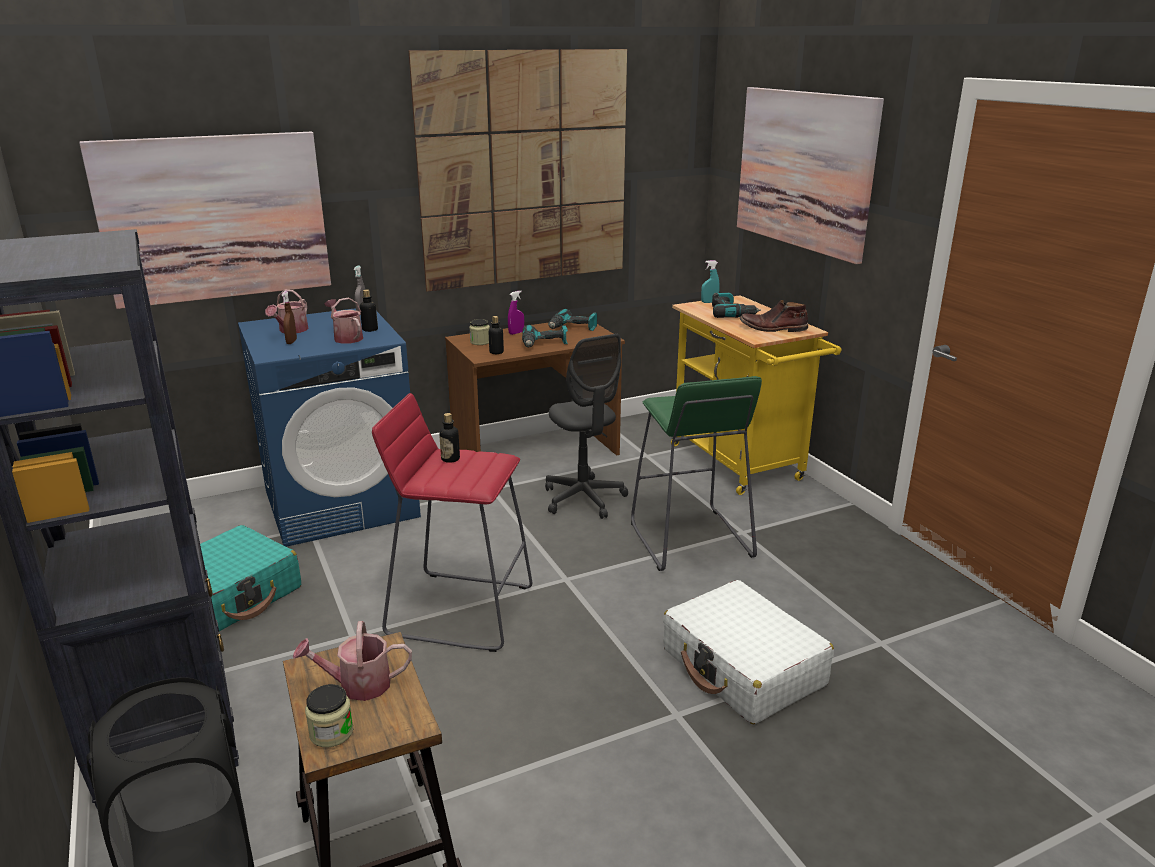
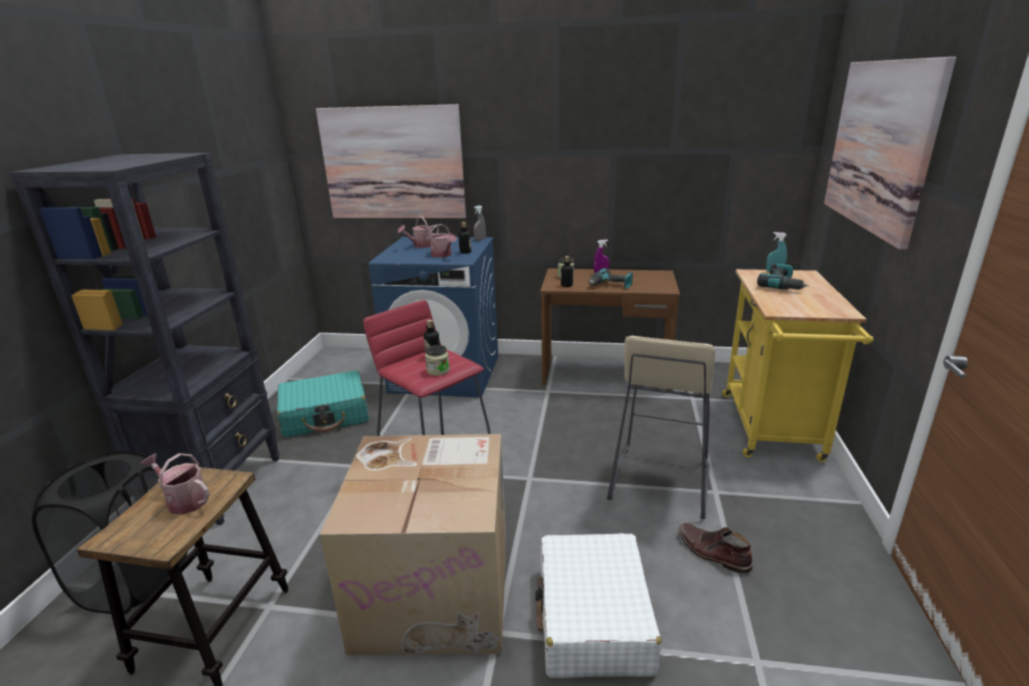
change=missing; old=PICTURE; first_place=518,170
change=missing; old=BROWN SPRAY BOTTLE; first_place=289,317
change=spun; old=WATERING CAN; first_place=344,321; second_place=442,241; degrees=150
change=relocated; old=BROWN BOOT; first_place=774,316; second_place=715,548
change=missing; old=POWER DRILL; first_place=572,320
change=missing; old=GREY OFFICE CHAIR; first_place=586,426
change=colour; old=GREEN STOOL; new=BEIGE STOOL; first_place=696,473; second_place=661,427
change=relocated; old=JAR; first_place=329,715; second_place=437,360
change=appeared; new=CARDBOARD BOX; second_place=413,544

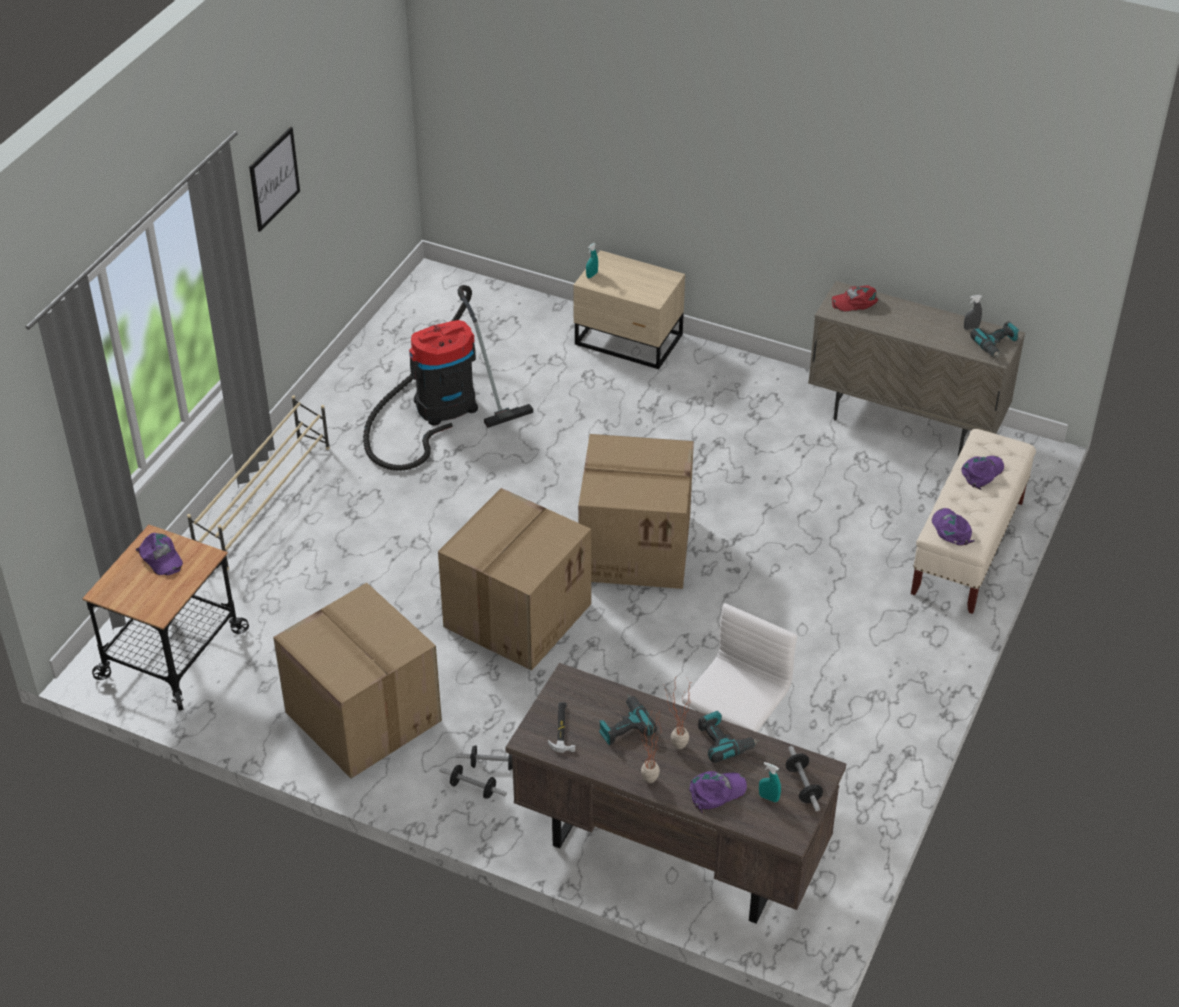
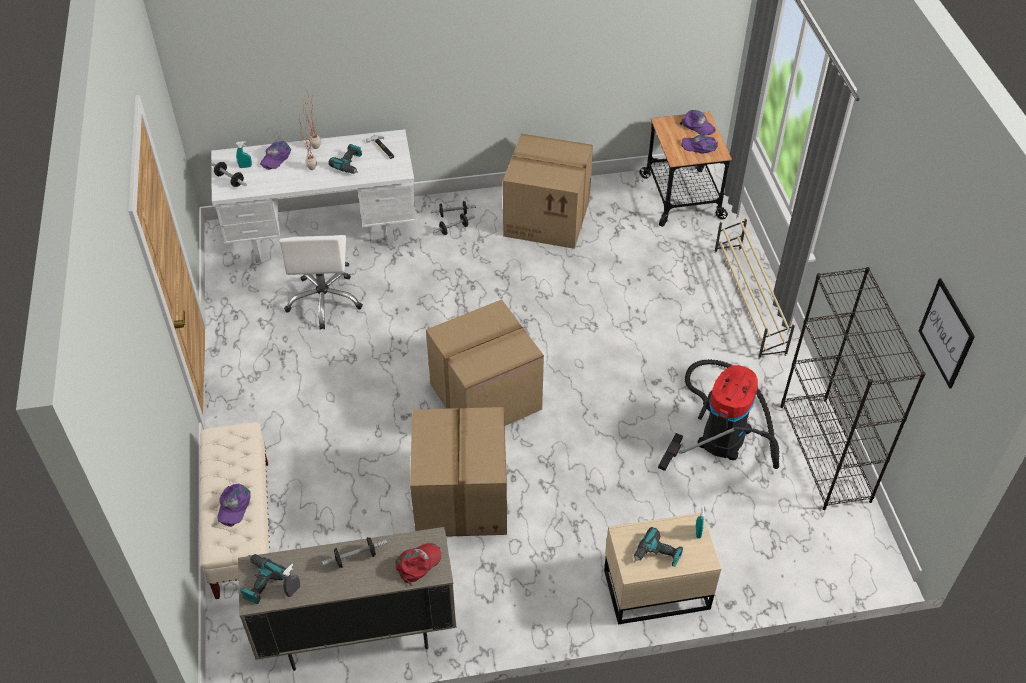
change=relocated; old=PICTURE; first_place=274,179; second_place=946,333
change=relocated; old=CARDBOARD BOX; first_place=514,579; second_place=458,472
change=relocated; old=PURPLE CAP; first_place=953,527; second_place=697,123
change=colour; old=BROWN DESK; new=WHITE DESK; first_place=675,793; second_place=313,196
change=relocated; old=POWER DRILL; first_place=728,737; second_place=658,547
change=appeared; new=BLACK BOOKCASE; second_place=853,388
change=appeared; new=DUMBBELL; second_place=354,552

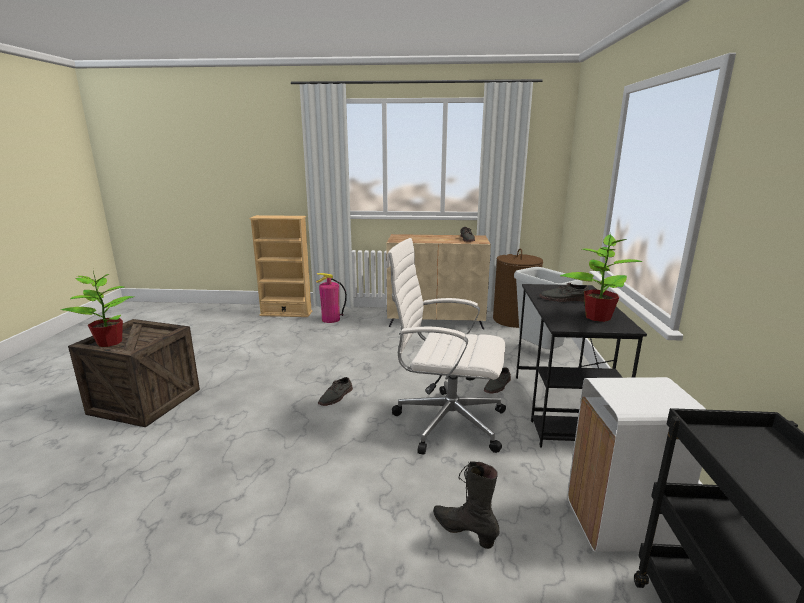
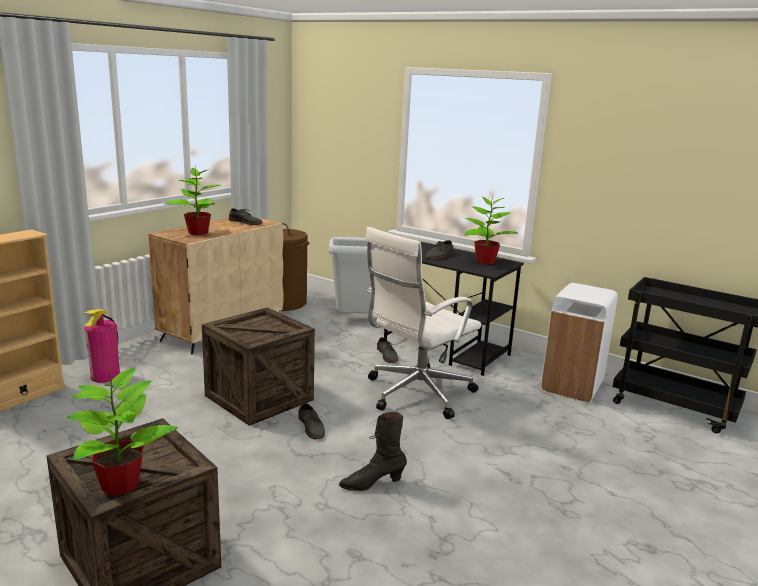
change=relocated; old=BLACK BOOT; first_place=466,505; second_place=373,451
change=appeared; new=POTTED PLANT; second_place=192,200
change=appeared; new=CRATE; second_place=258,367

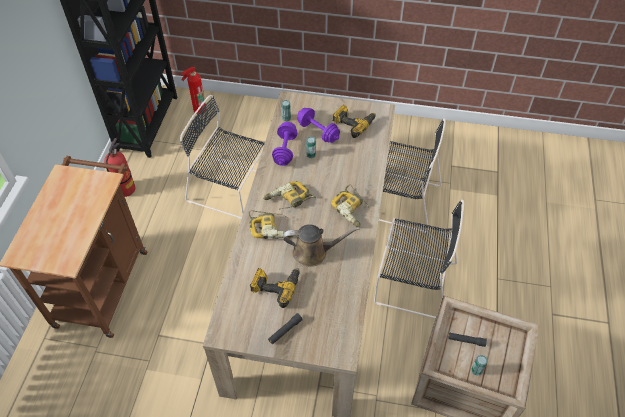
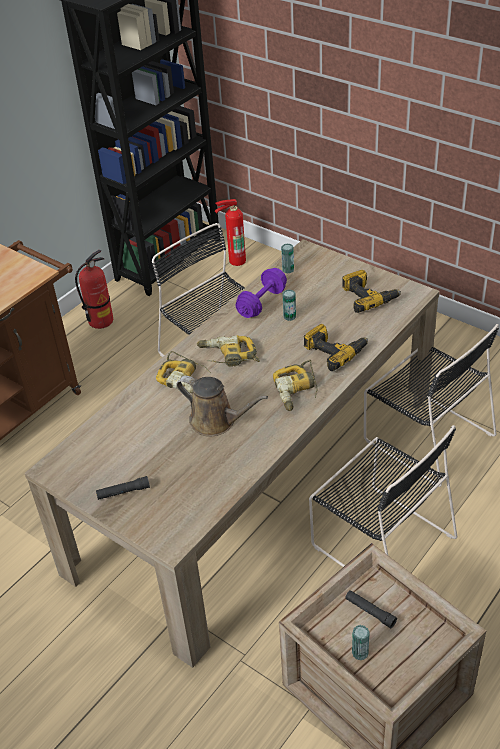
change=missing; old=PURPLE DUMBBELL; first_place=318,125
change=relocated; old=POWER DRILL; first_place=275,288; second_place=336,347

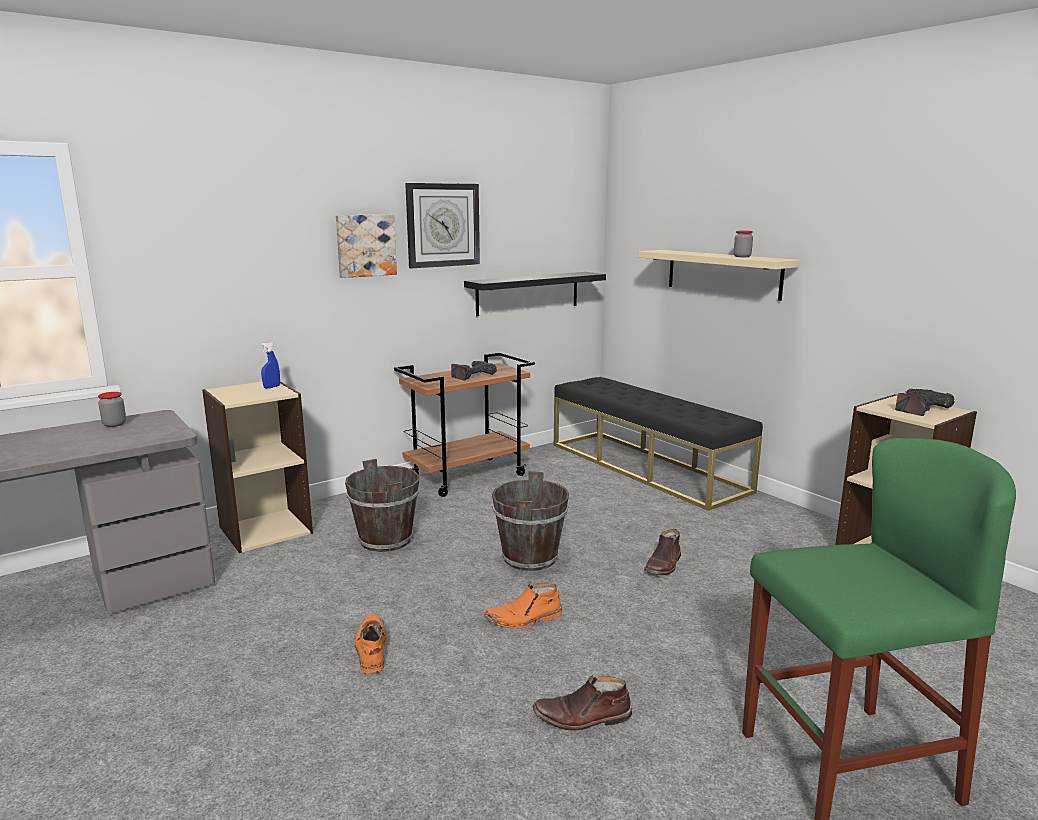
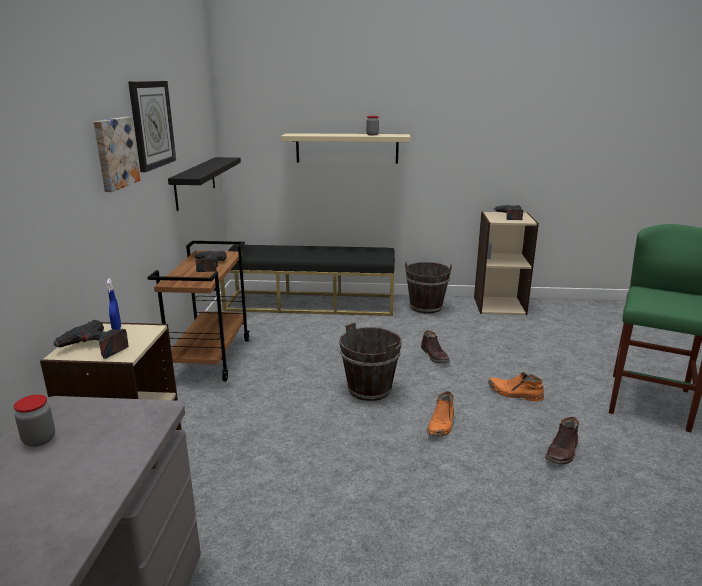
change=relocated; old=BROWN BUCKET; first_place=382,505; second_place=428,288
change=relocated; old=ORANGE BOOT; first_place=371,643; second_place=516,386
change=appeared; new=POWER DRILL; second_place=91,339

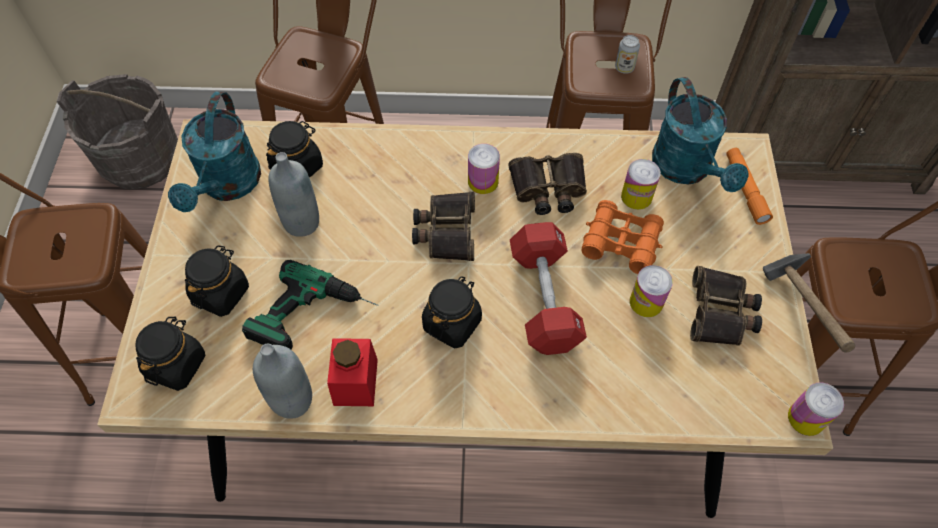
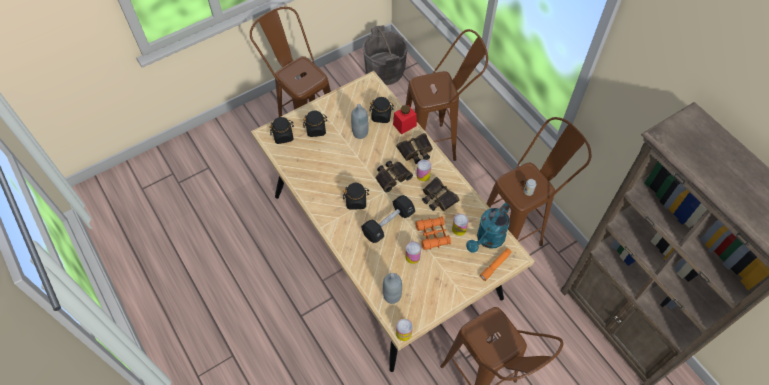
change=missing; old=TURQUOISE WATERING CAN; first_place=214,152
change=colour; old=RED DUMBBELL; new=BLACK DUMBBELL; first_place=548,288; second_place=388,219
change=missing; old=HAMMER; first_place=809,302
change=missing; old=POWER DRILL; first_place=310,304
change=relocated; old=BINOCULARS; first_place=726,306; second_place=414,148
change=relocated; old=RED JAR; first_place=352,372; second_place=405,120
change=relocated; old=GREY BOTTLE; first_place=282,381; second_place=392,288

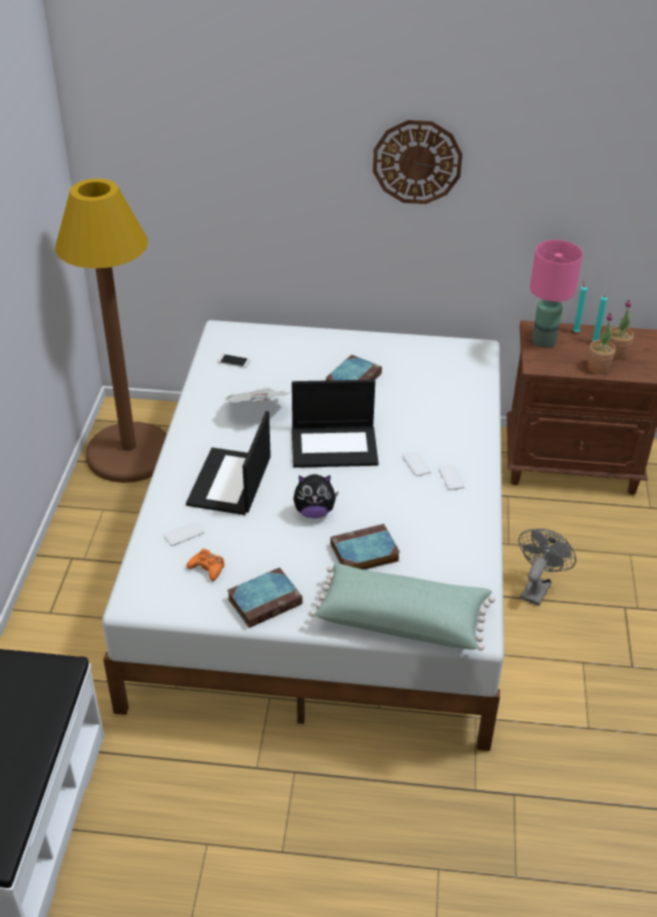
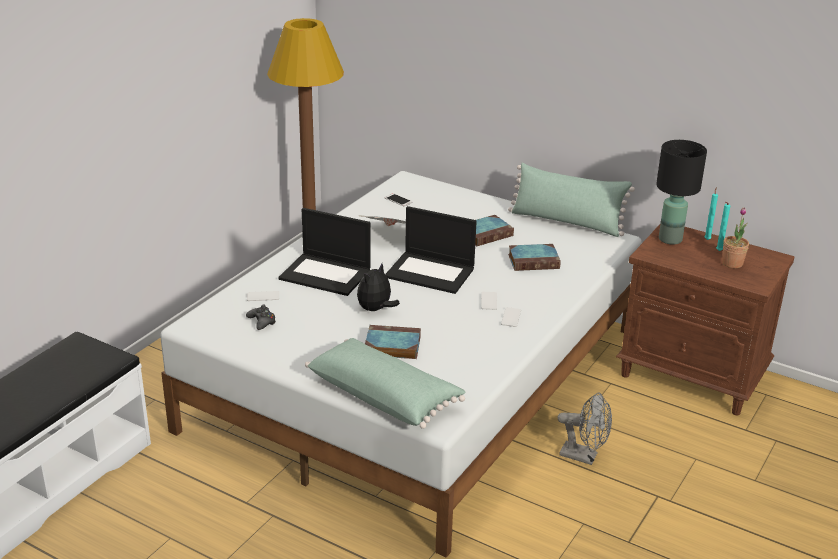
change=missing; old=WALL CLOCK; first_place=418,162
change=colour; old=PINK TABLE LAMP; new=BLACK TABLE LAMP; first_place=556,294; second_place=681,192
change=missing; old=POTTED PLANT; first_place=602,343
change=spun; old=LAPTOP; first_place=228,463; second_place=324,252; degrees=-105
change=spun; old=PLUSH TOY; first_place=316,496; second_place=378,287; degrees=105
change=spun; old=GREY FAN; first_place=547,567; second_place=585,428; degrees=60
change=colour; old=ORANGE GAME CONTROLLER; new=BLACK GAME CONTROLLER; first_place=205,565; second_place=261,317
change=relocated; old=BOOK; first_place=265,597; second_place=534,257
change=appeared; new=GREEN PILLOW; second_place=571,200

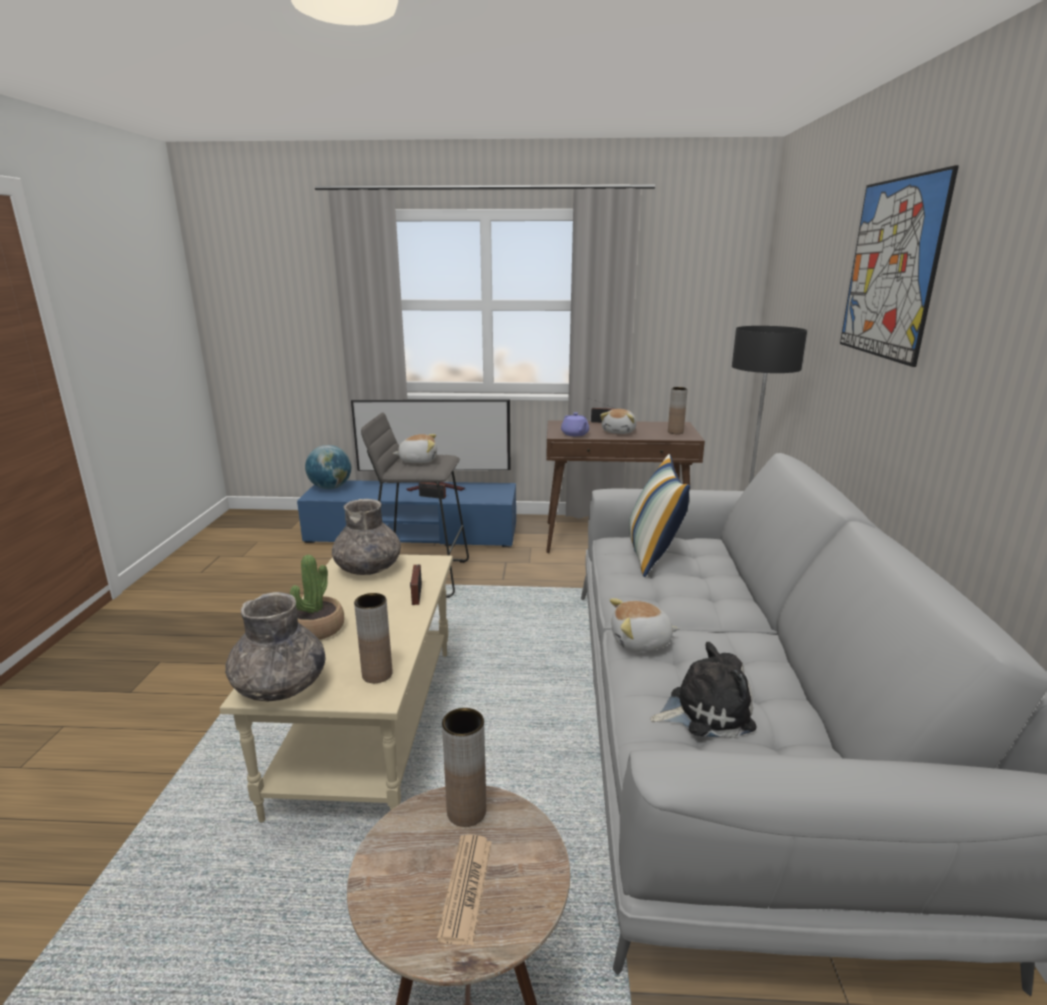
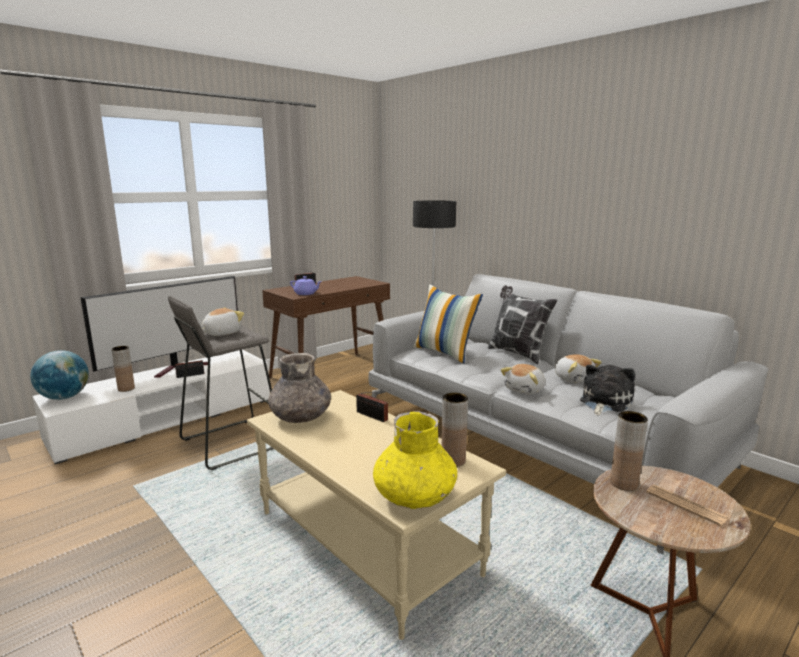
change=missing; old=PICTURE; first_place=899,266
change=relocated; old=BROWN VASE; first_place=678,410; second_place=123,369
change=relocated; old=PLUSH TOY; first_place=618,421; second_place=578,368
change=colour; old=BLUE TV STAND; new=WHITE TV STAND; first_place=406,513; second_place=151,407
change=missing; old=POTTED PLANT; first_place=317,597
change=colour; old=GREY VASE; new=YELLOW VASE; first_place=275,647; second_place=415,460
change=appeared; new=PILLOW; second_place=522,324

